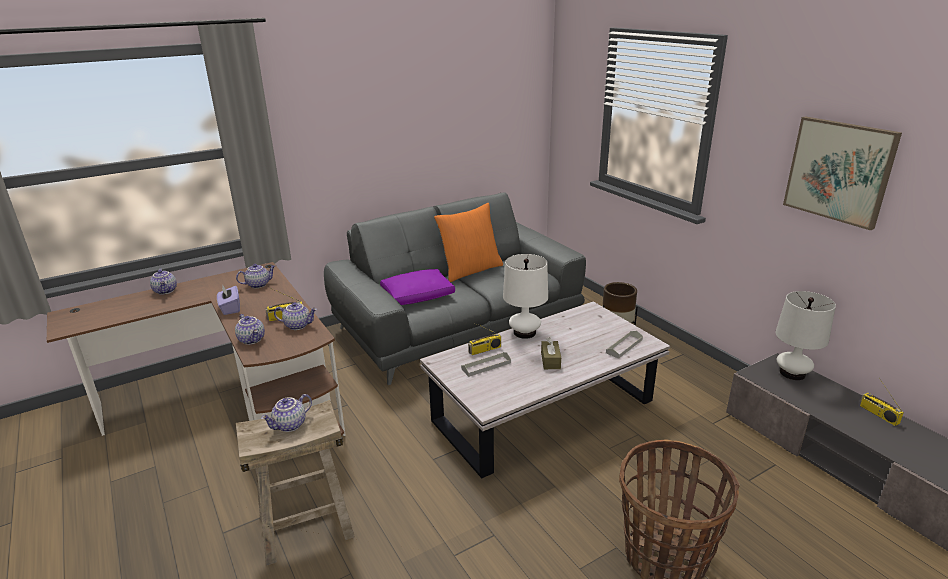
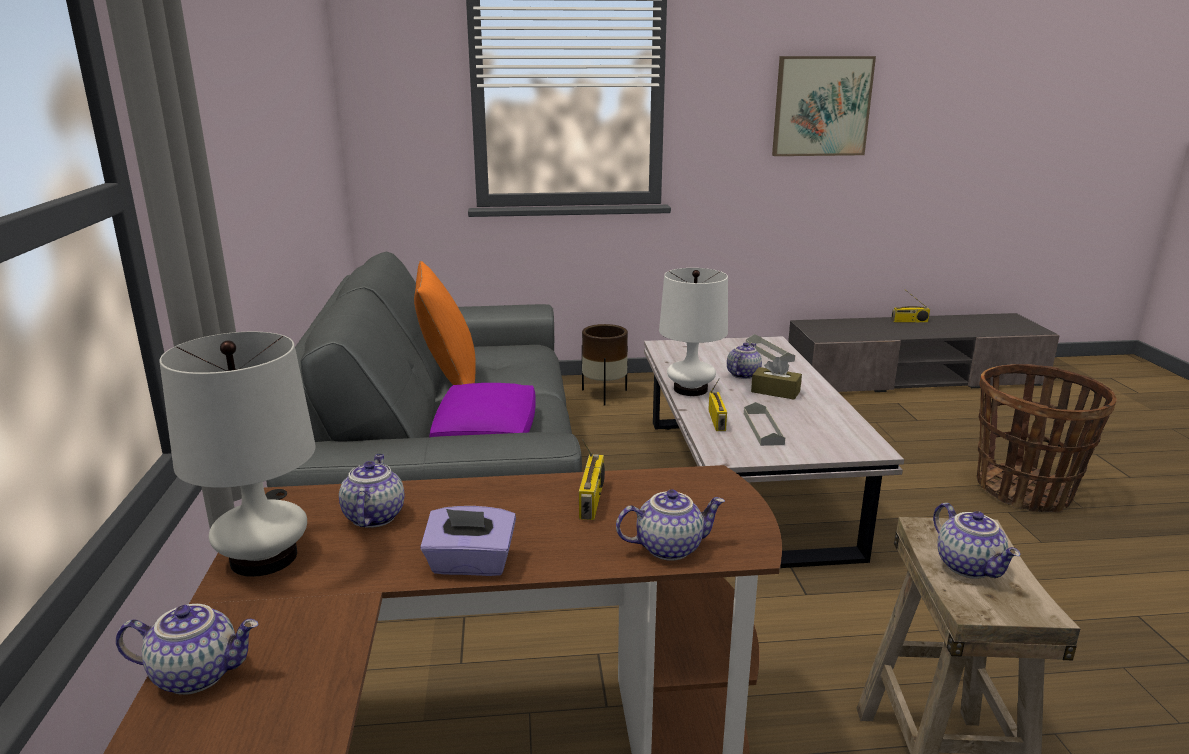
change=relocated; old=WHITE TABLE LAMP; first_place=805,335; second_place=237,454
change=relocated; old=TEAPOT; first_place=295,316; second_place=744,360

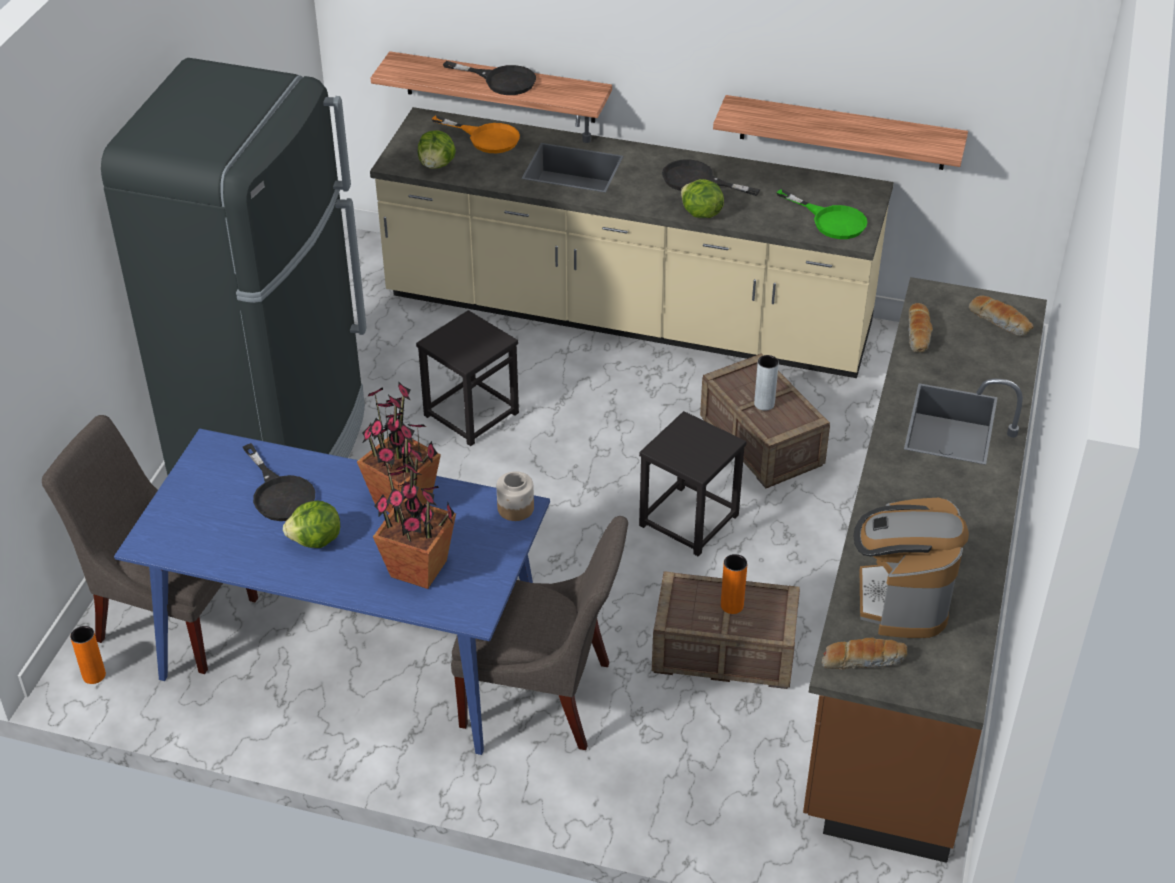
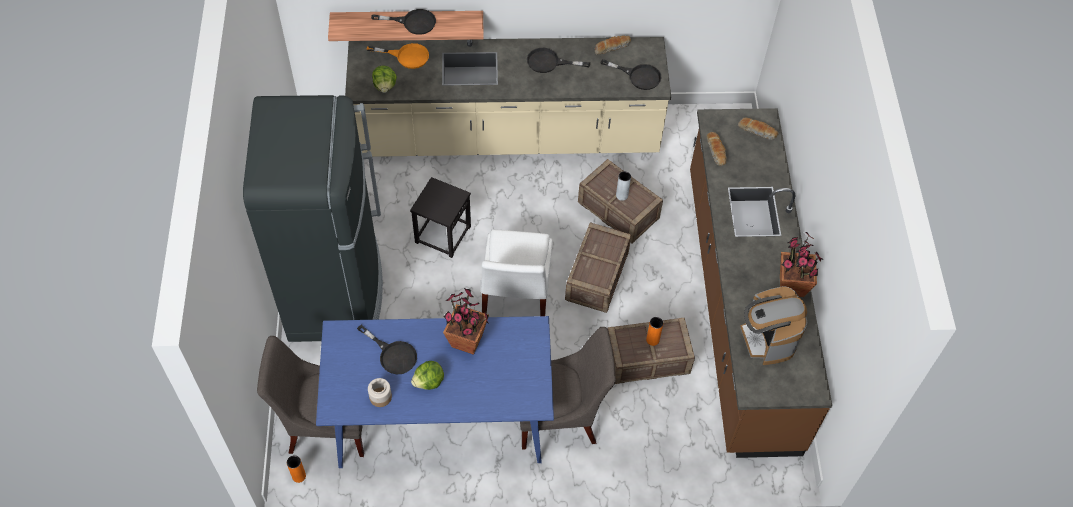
change=missing; old=SHELF; first_place=840,132
change=missing; old=LETTUCE; first_place=702,198
change=colour; old=GREEN FRYING PAN; new=BLACK FRYING PAN; first_place=822,214; second_place=630,74
change=exchanged; old=BLACK STOOL; new=CRATE; first_place=692,484; second_place=598,267
change=relocated; old=POTTED PLANT; first_place=414,517; second_place=801,264
change=relocated; old=JAR; first_place=515,496; second_place=380,392
change=relocated; old=BREAD; first_place=864,653; second_place=613,45
change=appeared; new=WHITE CHAIR; second_place=516,272

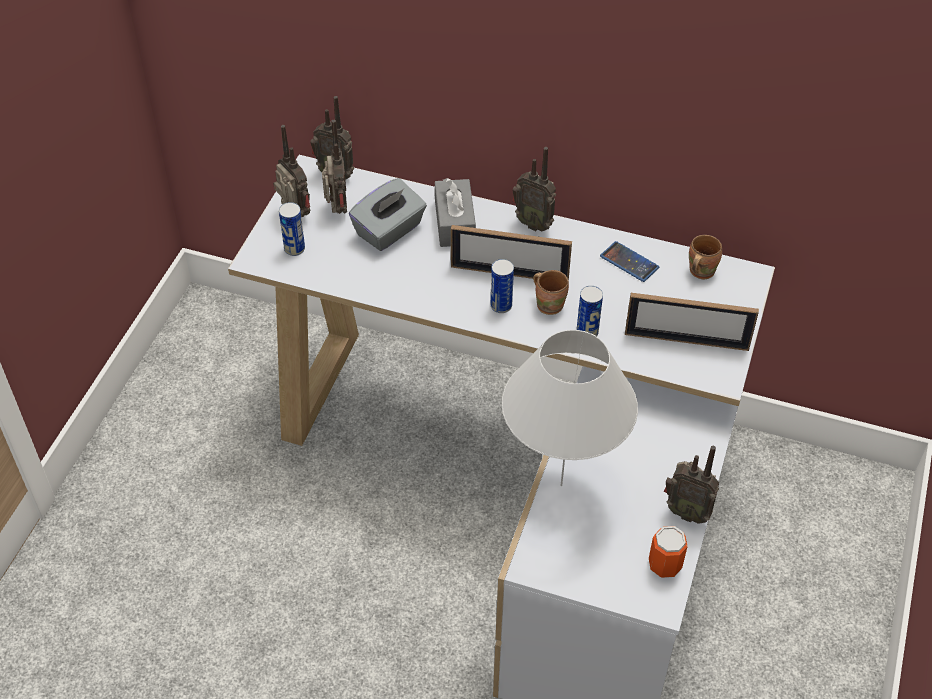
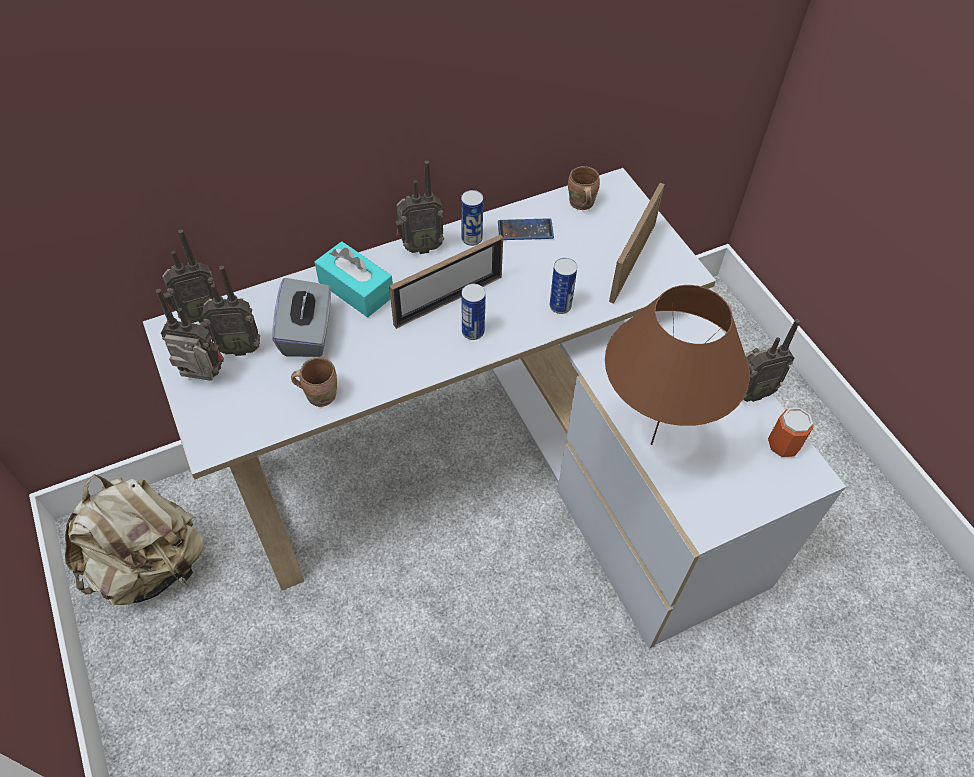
change=spun; old=RADIO; first_place=334,167; second_place=230,311; degrees=135
change=colour; old=GREY TISSUE BOX; new=TURQUOISE TISSUE BOX; first_place=455,212; second_place=354,279
change=relocated; old=CAN; first_place=292,229; second_place=472,218
change=relocated; old=BROWN MUG; first_place=551,292; second_place=314,382
change=spun; old=PICTURE FRAME; first_place=692,322; second_place=637,243; degrees=150
change=colour; old=WHITE TABLE LAMP; new=BROWN TABLE LAMP; first_place=570,408; second_place=677,365
change=appeared; new=BEIGE BACKPACK; second_place=134,539

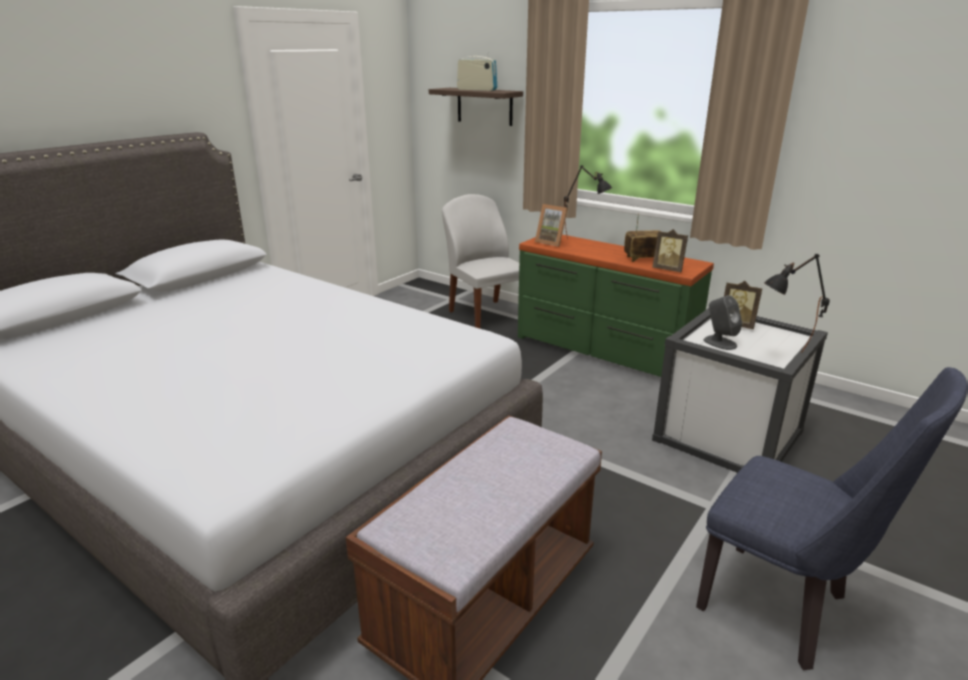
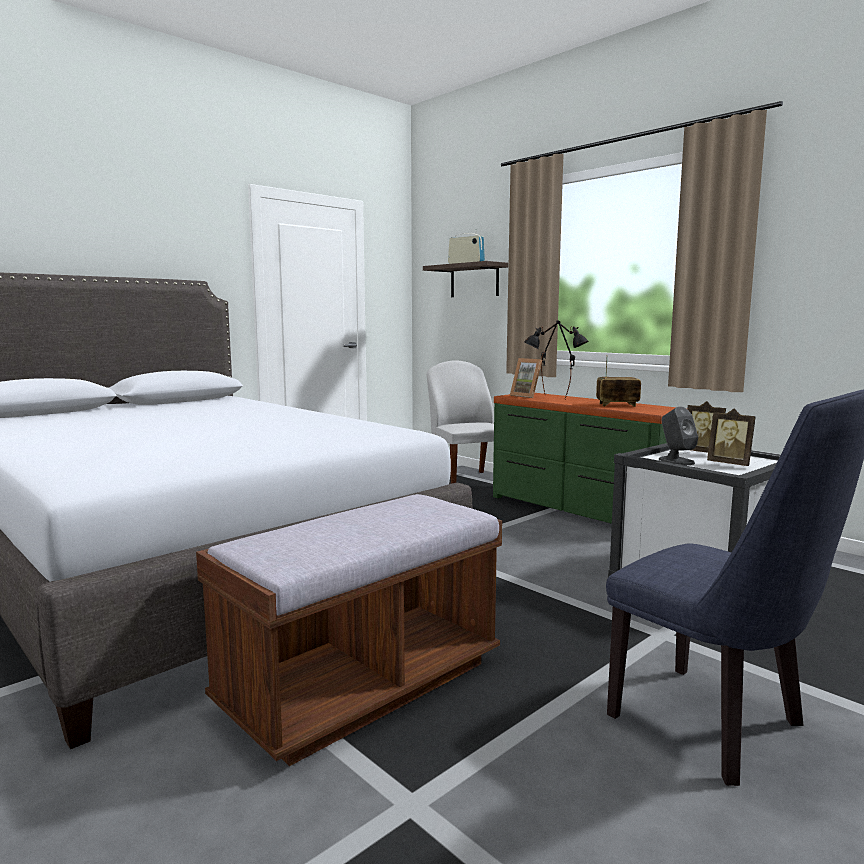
change=relocated; old=PICTURE FRAME; first_place=670,250; second_place=731,437
change=relocated; old=BLACK TABLE LAMP; first_place=797,303; second_place=549,360

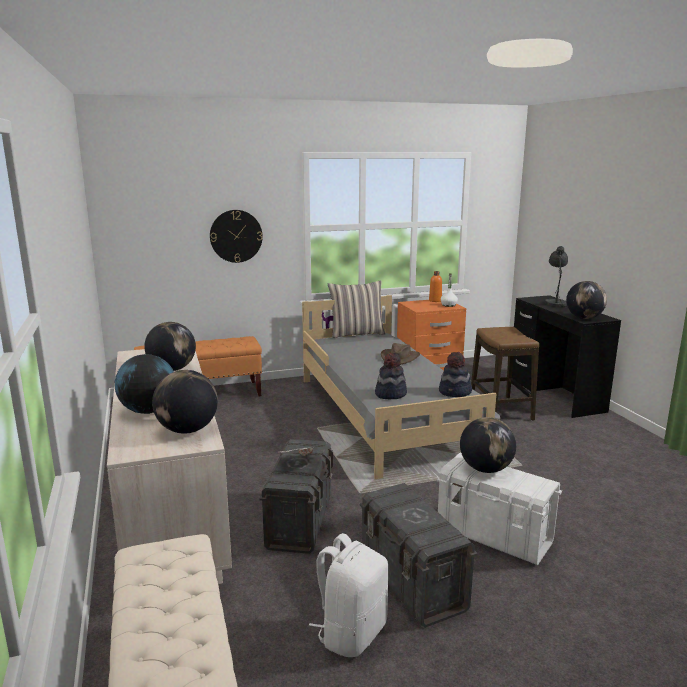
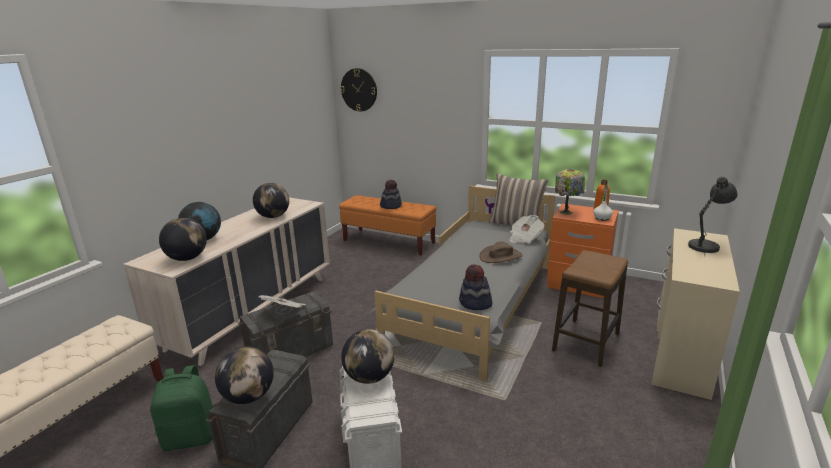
change=relocated; old=WALL CLOCK; first_place=236,236; second_place=358,90
change=relocated; old=GLOBE; first_place=586,300; second_place=244,375
change=colour; old=BLACK DESK; new=BEIGE DESK; first_place=566,356; second_place=695,314
change=relocated; old=HAT; first_place=391,376; second_place=391,194
change=colour; old=WHITE BACKPACK; new=GREEN BACKPACK; first_place=348,595; second_place=181,408
change=appeared; new=TABLE LAMP; second_place=570,192
change=appeared; new=NEWSPAPER; second_place=526,229

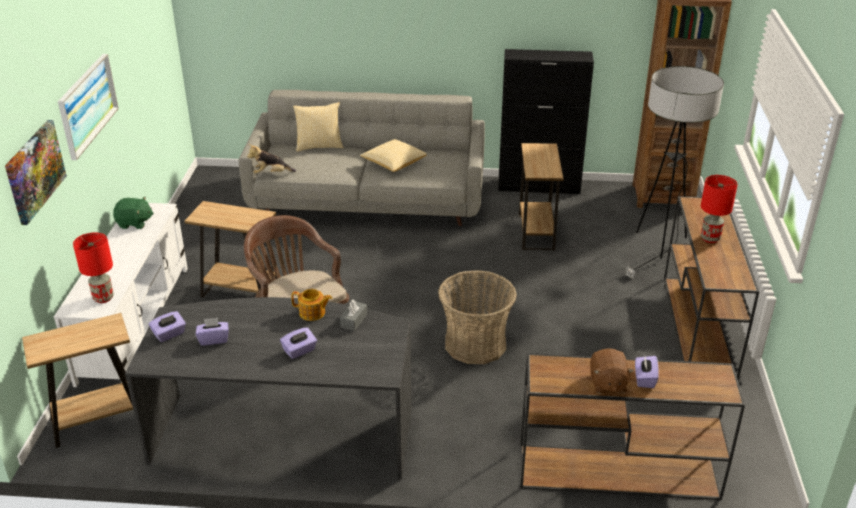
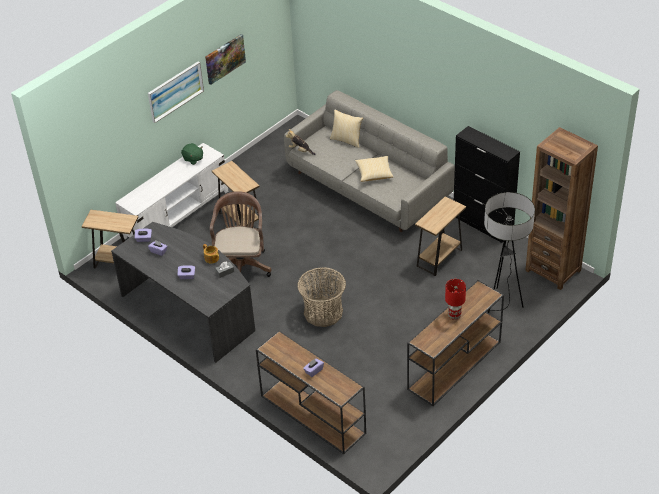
change=relocated; old=PICTURE; first_place=36,172; second_place=225,59
change=missing; old=RED TABLE LAMP; first_place=93,267
change=missing; old=BROWN PLUSH TOY; first_place=612,371

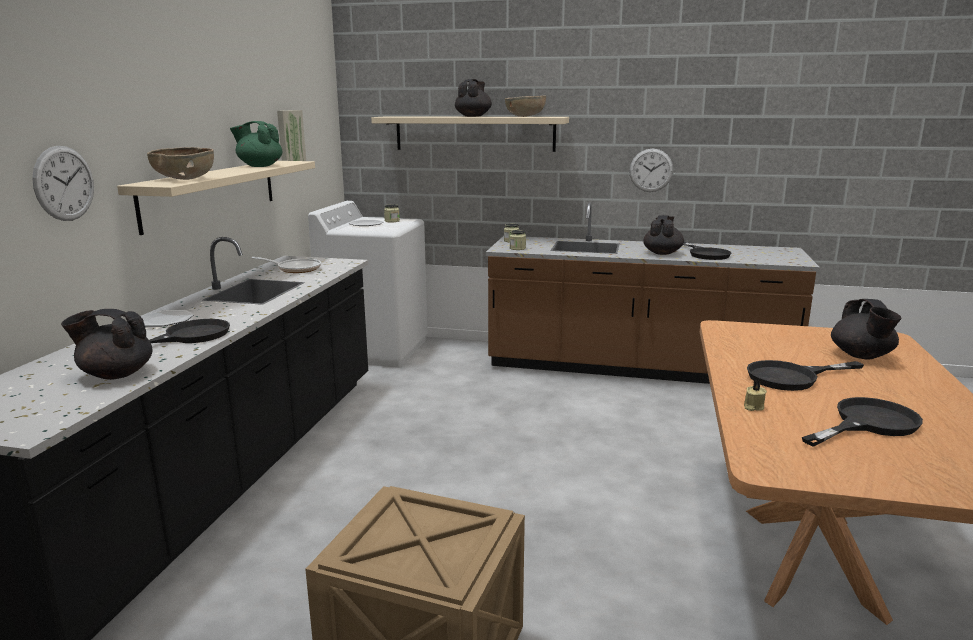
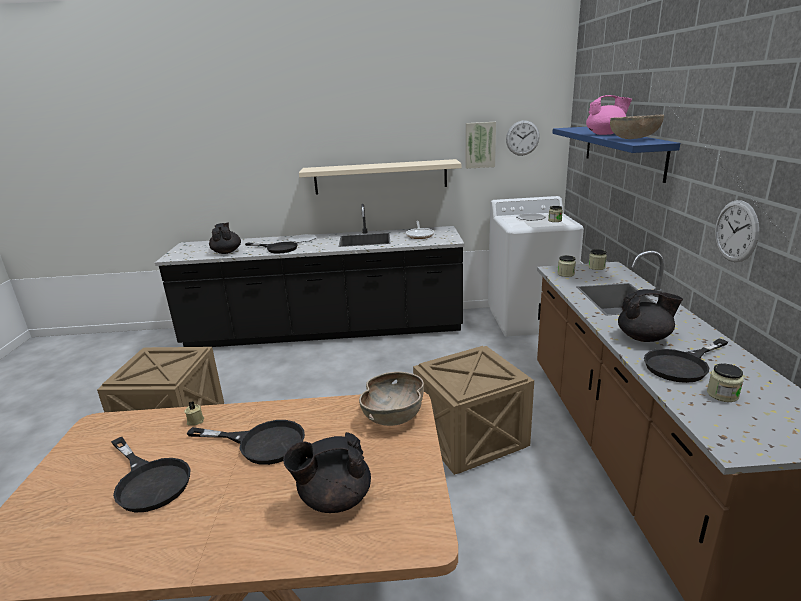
change=colour; old=BLACK TEAPOT; new=PINK TEAPOT; first_place=473,98; second_place=609,115
change=colour; old=BEIGE SHELF; new=BLUE SHELF; first_place=470,134; second_place=616,155
change=missing; old=GREEN TEAPOT; first_place=256,144
change=relocated; old=WALL CLOCK; first_place=63,183; second_place=523,138
change=relocated; old=BROWN BOWL; first_place=180,163; second_place=391,399
change=spun; old=BLACK FRYING PAN; first_place=805,375; second_place=245,442; degrees=135
change=appeared; new=CRATE; second_place=473,410
change=appeared; new=JAR; second_place=725,382

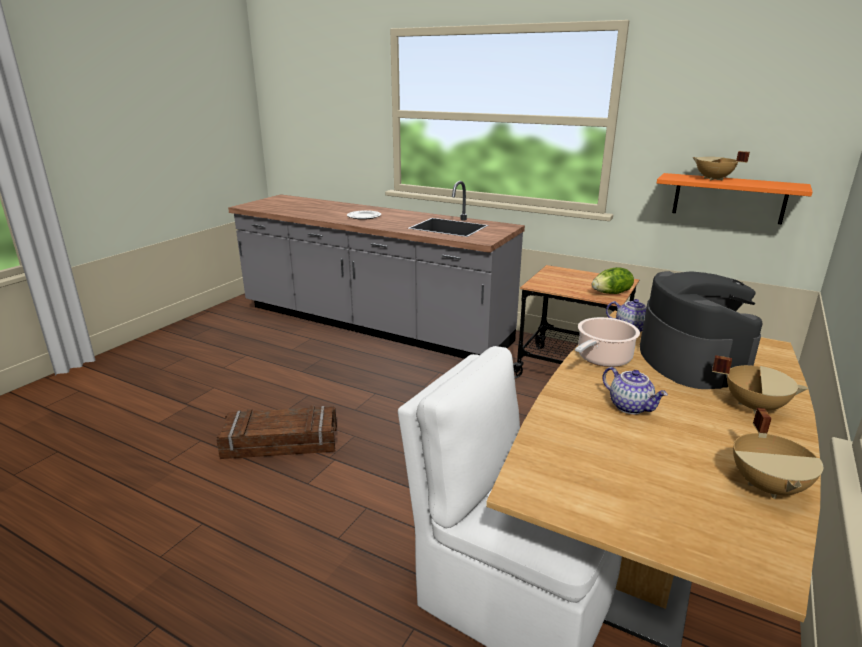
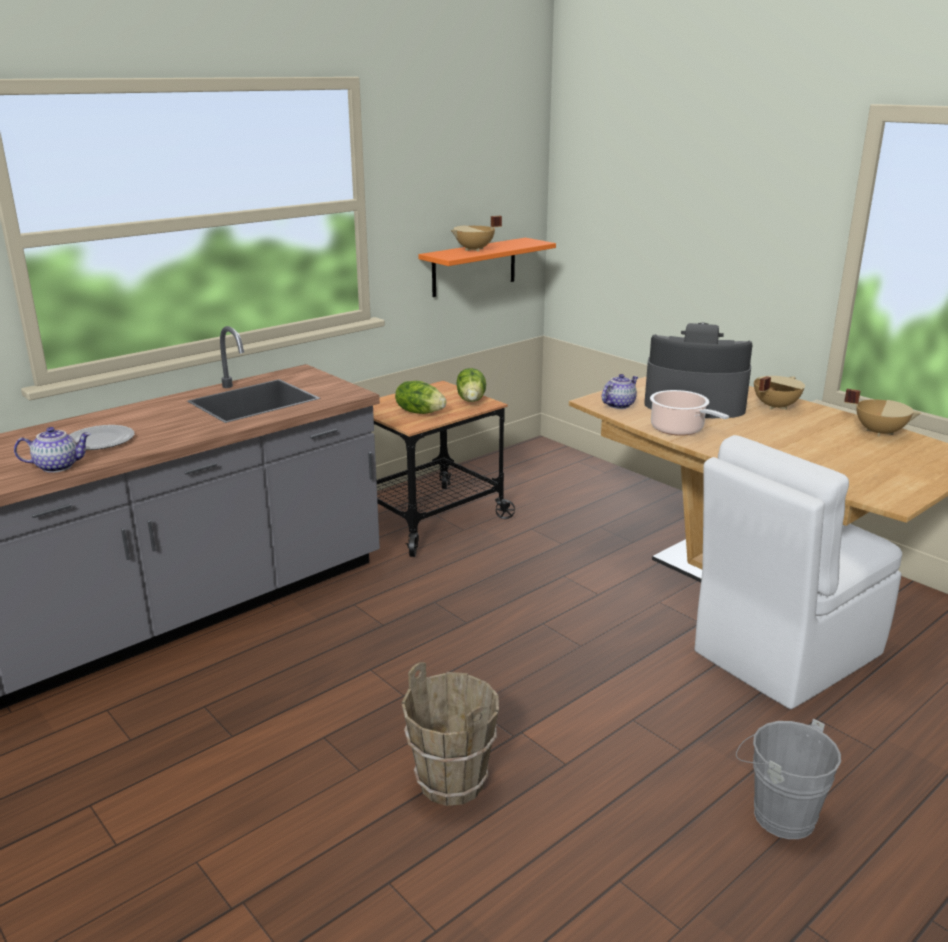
change=relocated; old=TEAPOT; first_place=635,390; second_place=52,450
change=exchanged; old=CRATE; new=BROWN BUCKET; first_place=276,432; second_place=450,734
change=appeared; new=LETTUCE; second_place=420,397
change=appeared; new=GREY BUCKET; second_place=788,779

